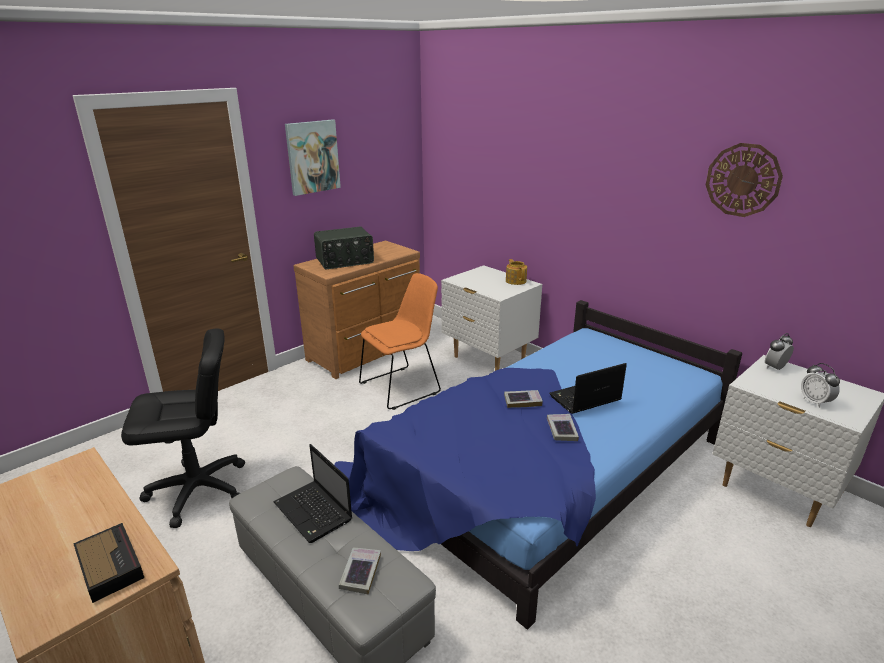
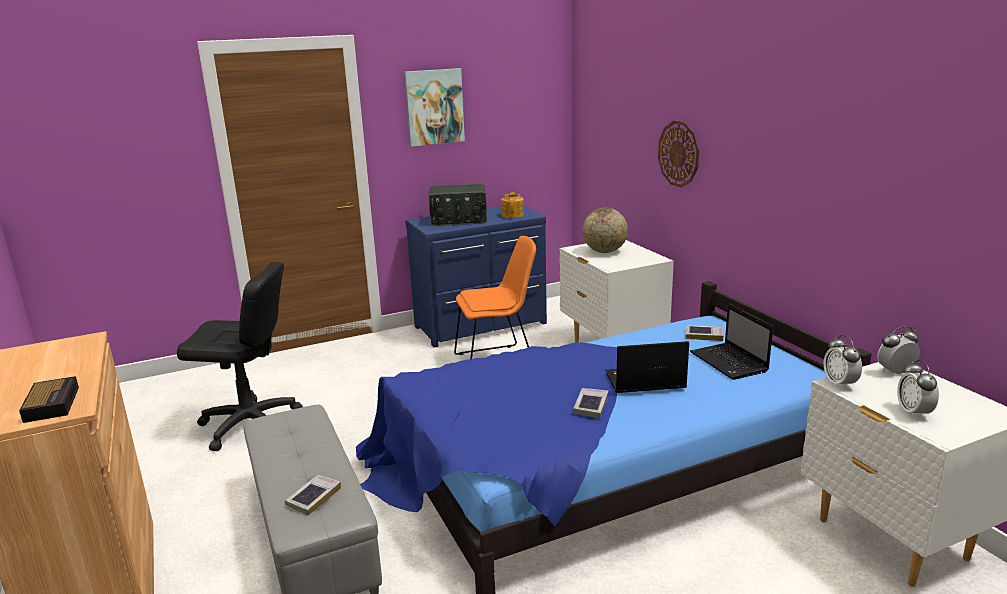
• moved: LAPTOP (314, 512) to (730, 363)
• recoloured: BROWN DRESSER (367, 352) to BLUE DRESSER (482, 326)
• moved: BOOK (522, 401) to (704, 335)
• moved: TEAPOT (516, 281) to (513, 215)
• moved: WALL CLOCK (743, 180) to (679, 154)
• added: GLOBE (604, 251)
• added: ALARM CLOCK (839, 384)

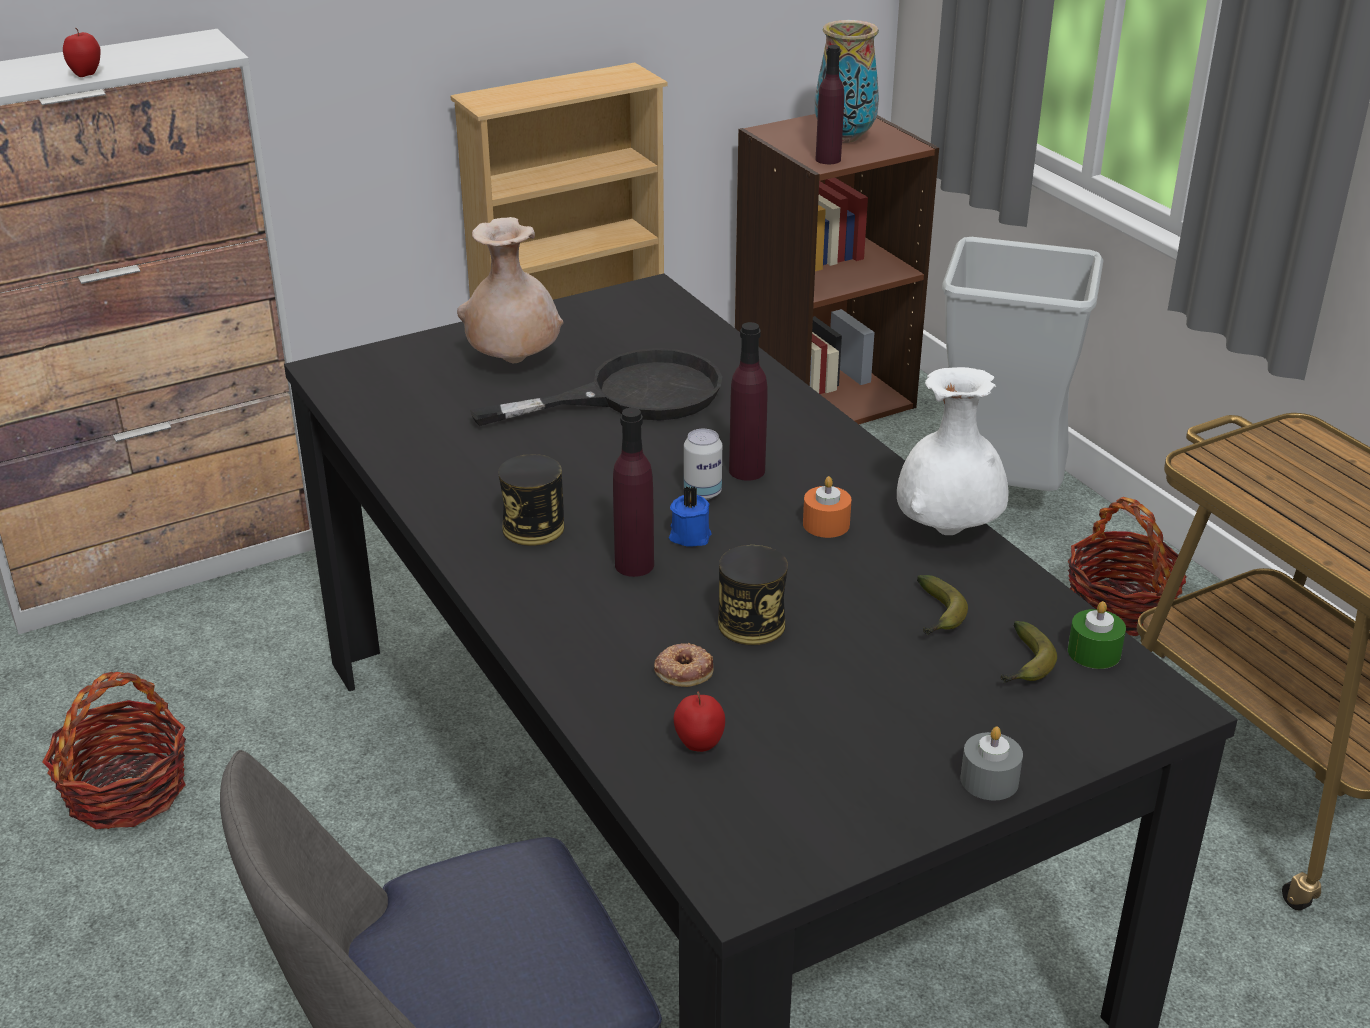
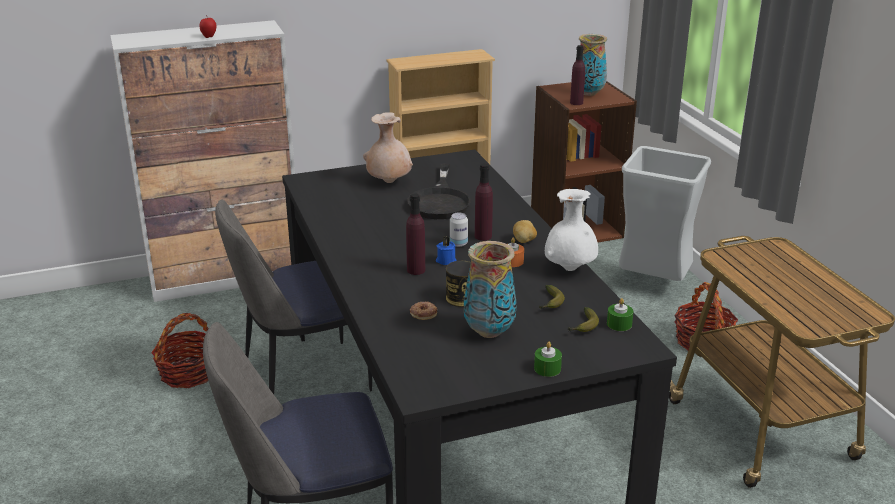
• turned: BLACK FRYING PAN (632, 395) = (440, 201) 105 degrees clockwise
• removed: CAN (533, 528)
• removed: APPLE (699, 746)
• recoloured: GREY CANDLE (989, 780) to GREEN CANDLE (547, 368)
• added: CHAIR (302, 378)
• added: VASE (489, 332)
• added: POTATO (524, 241)

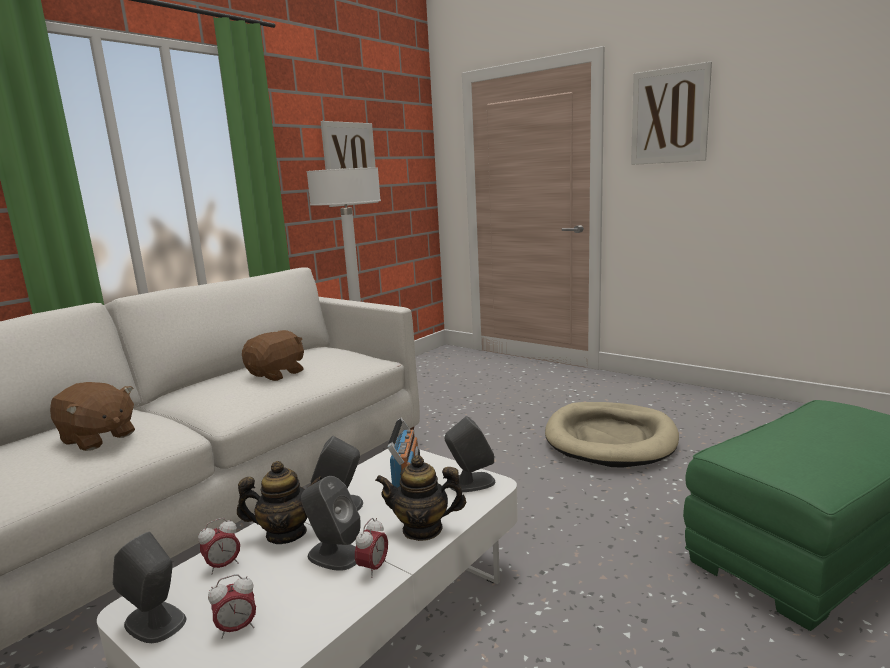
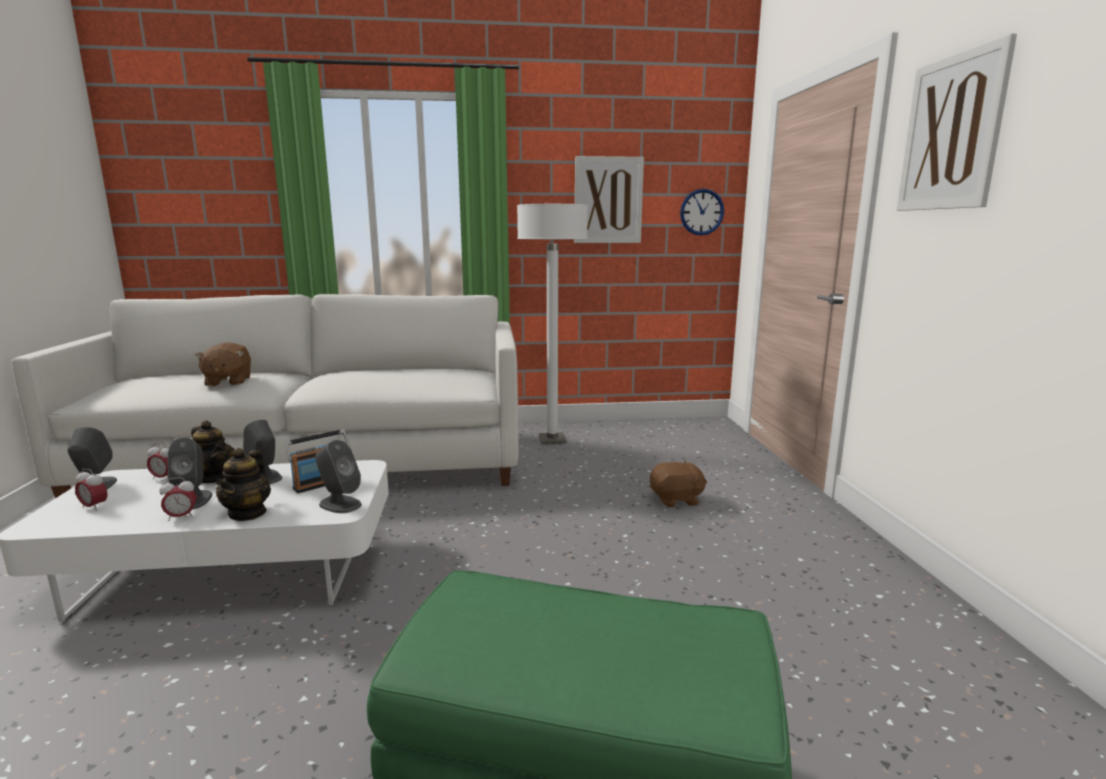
• moved: BROWN PLUSH TOY (277, 374) to (676, 500)
• turned: TEAPOT (423, 529) = (248, 513) 135 degrees counterclockwise
• removed: BEIGE DOG BED (610, 439)
• added: WALL CLOCK (701, 212)

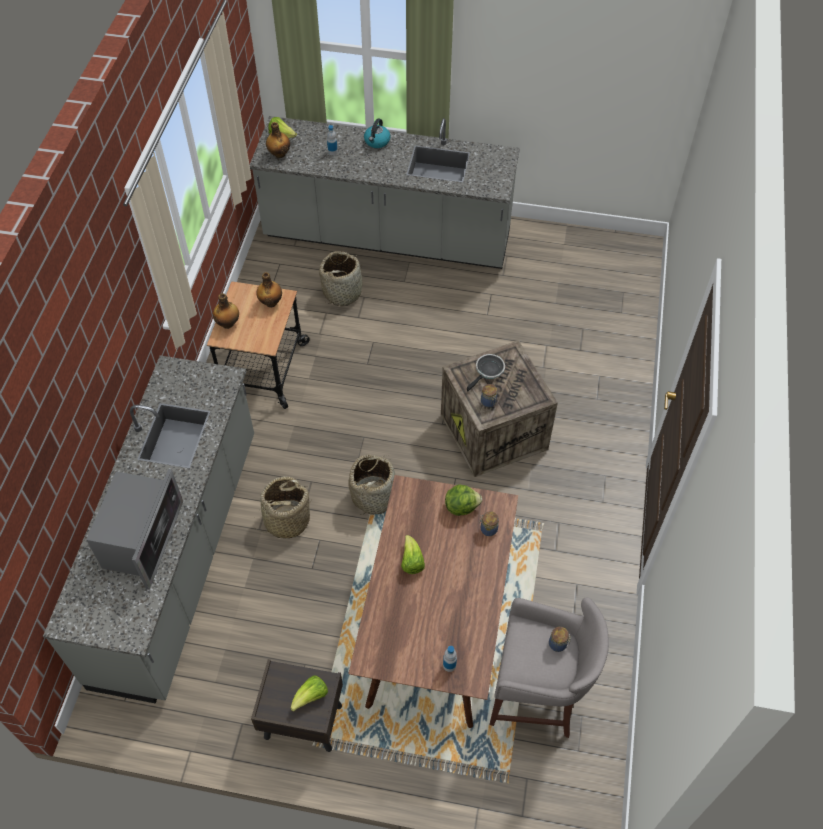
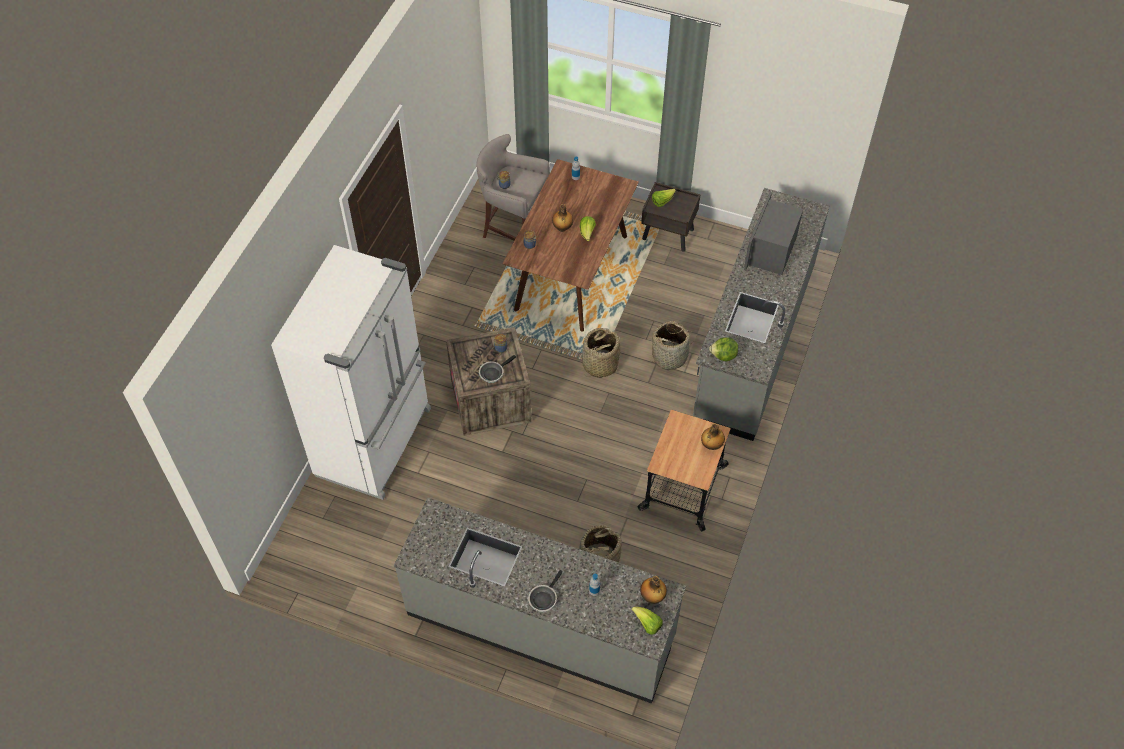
• moved: BOTTLE (271, 302) to (562, 228)
• replaced: KETTLE (377, 141) to FRYING PAN (543, 598)
• moved: LETTUCE (461, 506) to (723, 356)
• added: WHITE FRIDGE (376, 442)

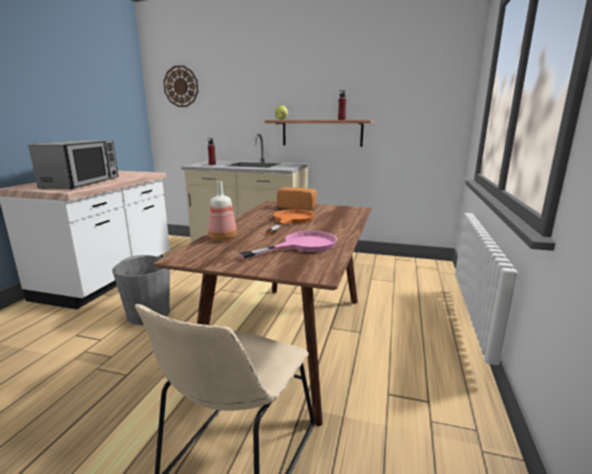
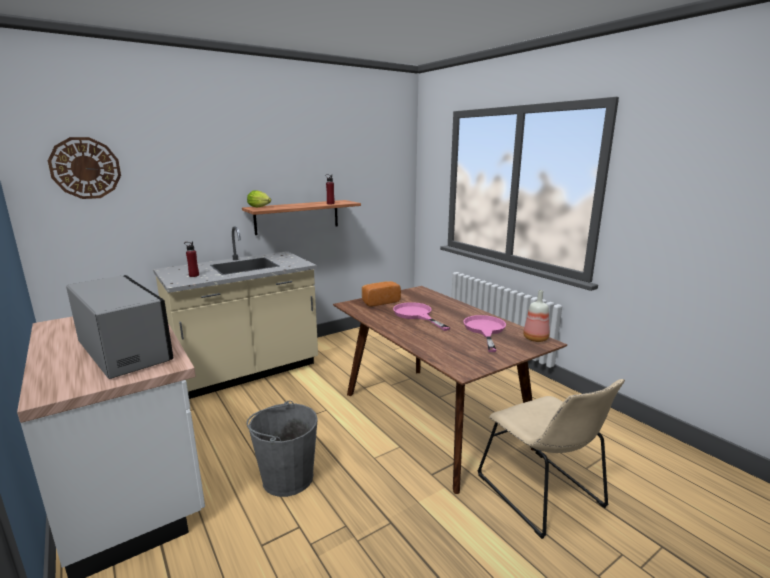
• moved: BOTTLE (223, 238) to (536, 339)
• recoloured: ORANGE FRYING PAN (290, 220) to PINK FRYING PAN (416, 315)

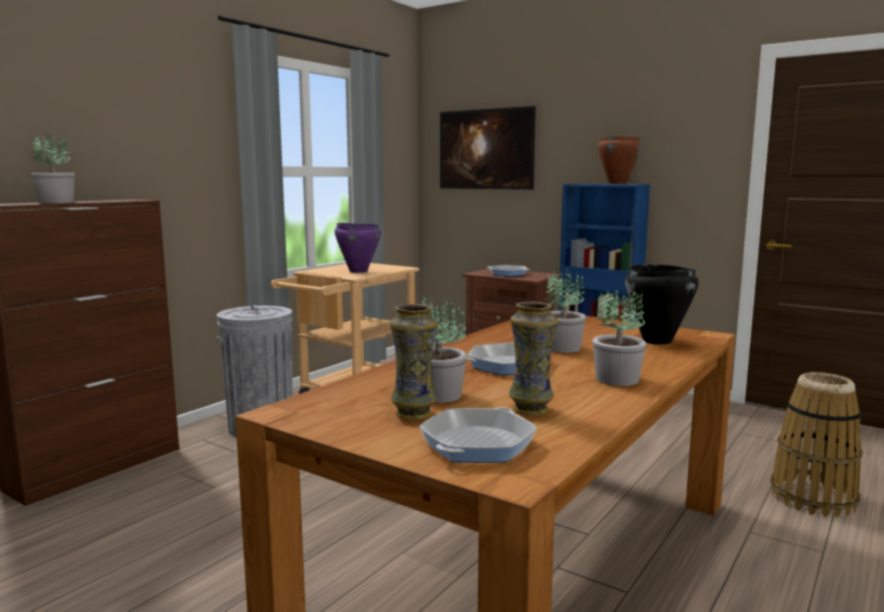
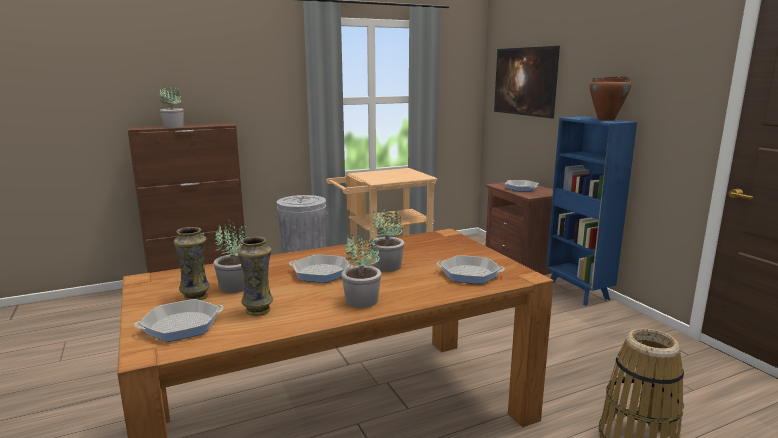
• removed: PURPLE COOKING POT (358, 271)
• replaced: BLACK COOKING POT (656, 341) to FRYING PAN (469, 274)

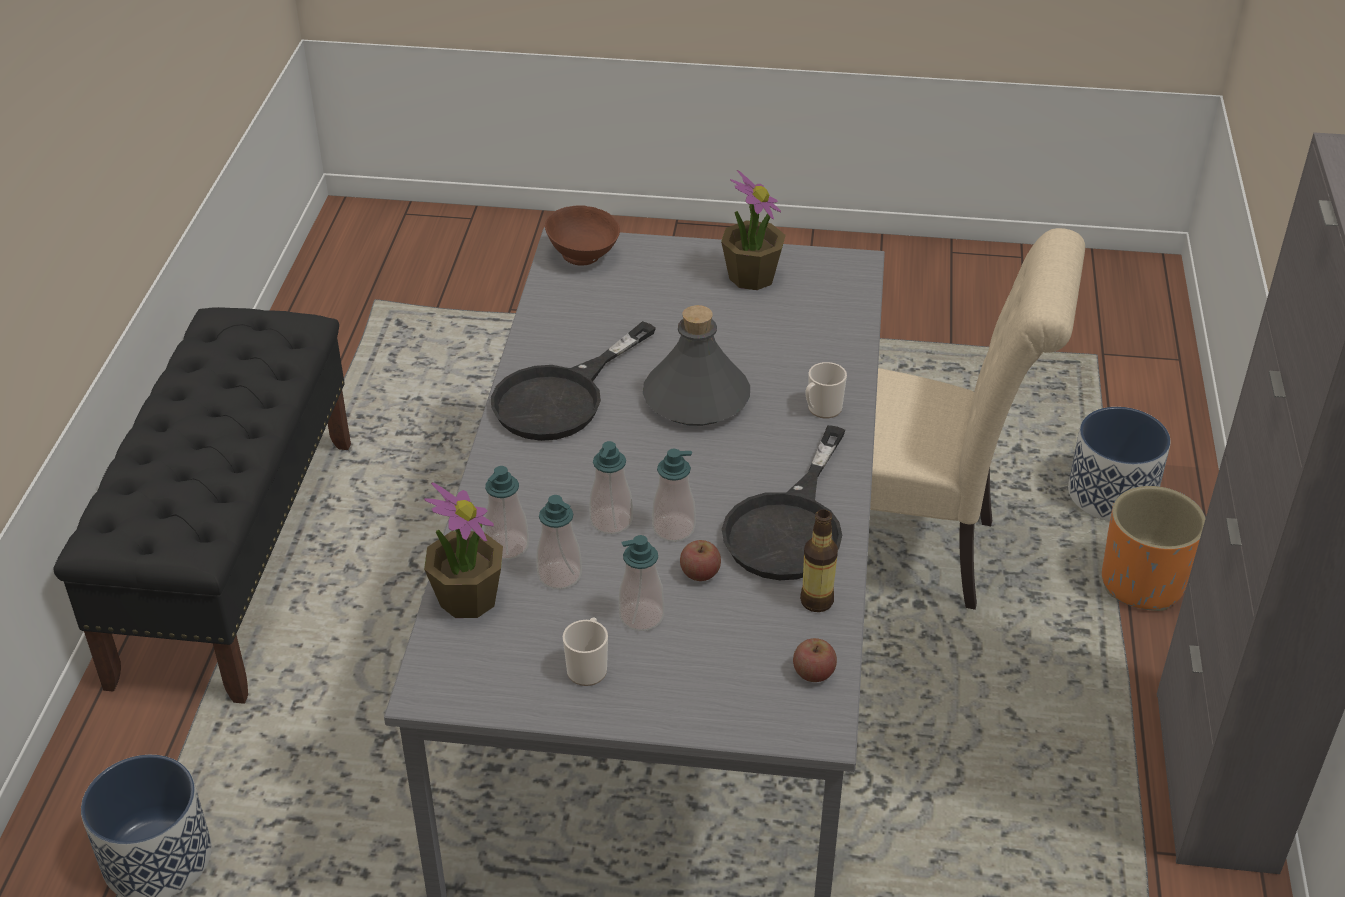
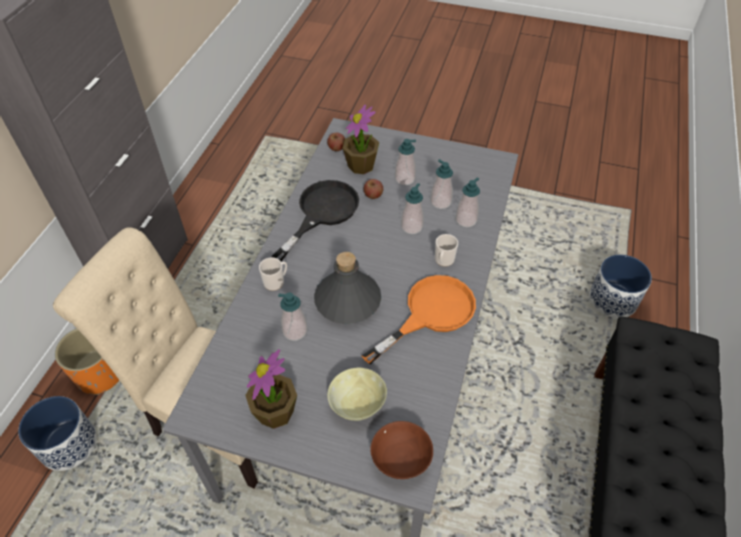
• moved: POTTED PLANT (468, 598) to (361, 165)
• recoloured: BLACK FRYING PAN (561, 397) to ORANGE FRYING PAN (430, 313)
• moved: MUG (588, 667) to (443, 261)
• moved: SOAP DISPENSER (673, 528) to (295, 331)
• removed: BOTTLE (816, 601)
• added: BEIGE BOWL (357, 404)

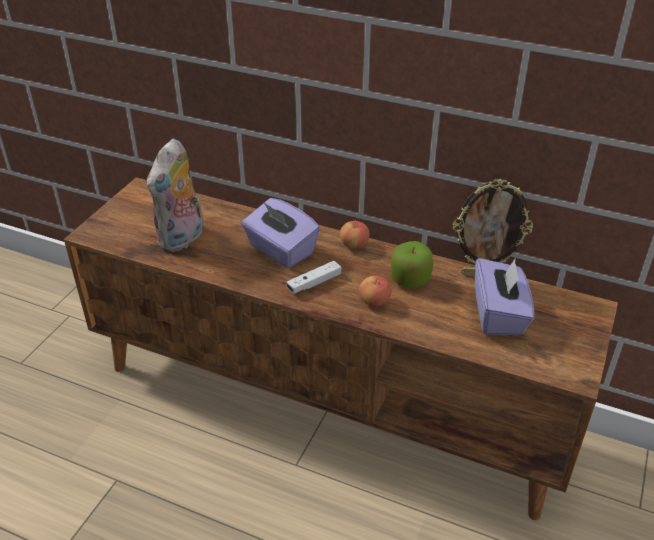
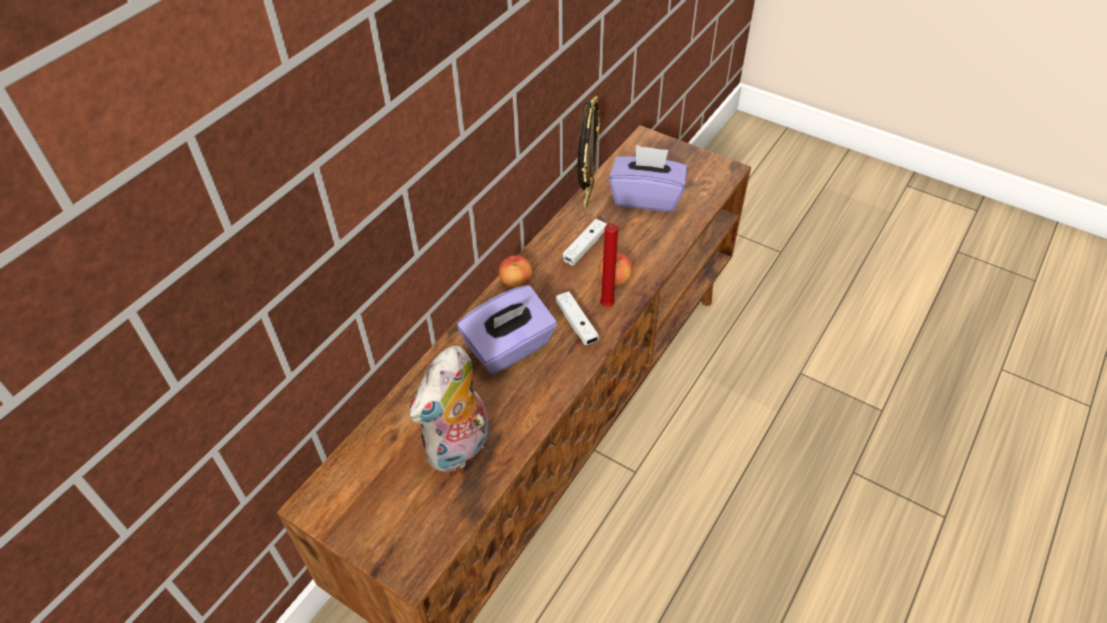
• turned: PLUSH TOY (182, 239) = (460, 449) 90 degrees clockwise
• replaced: APPLE (410, 279) to WHITE GAME CONTROLLER (585, 247)
• added: RED CANDLE (605, 304)

